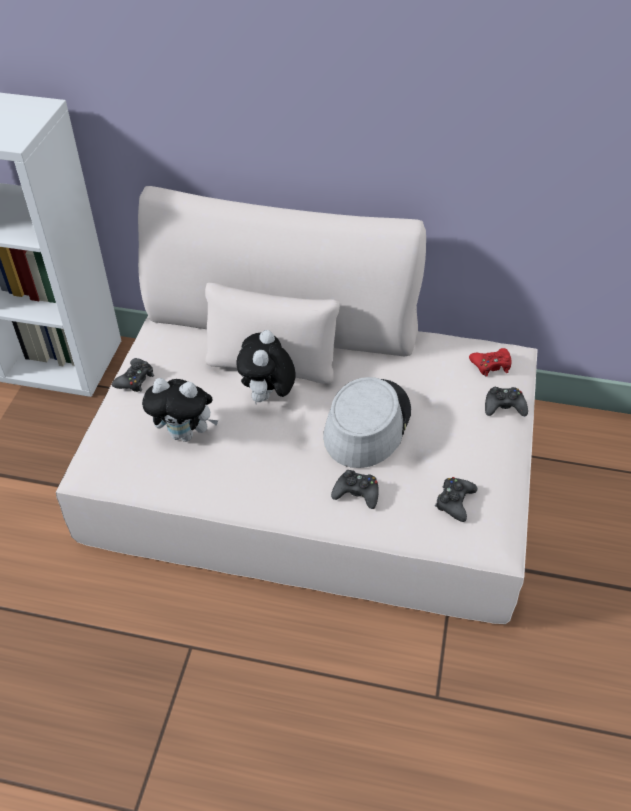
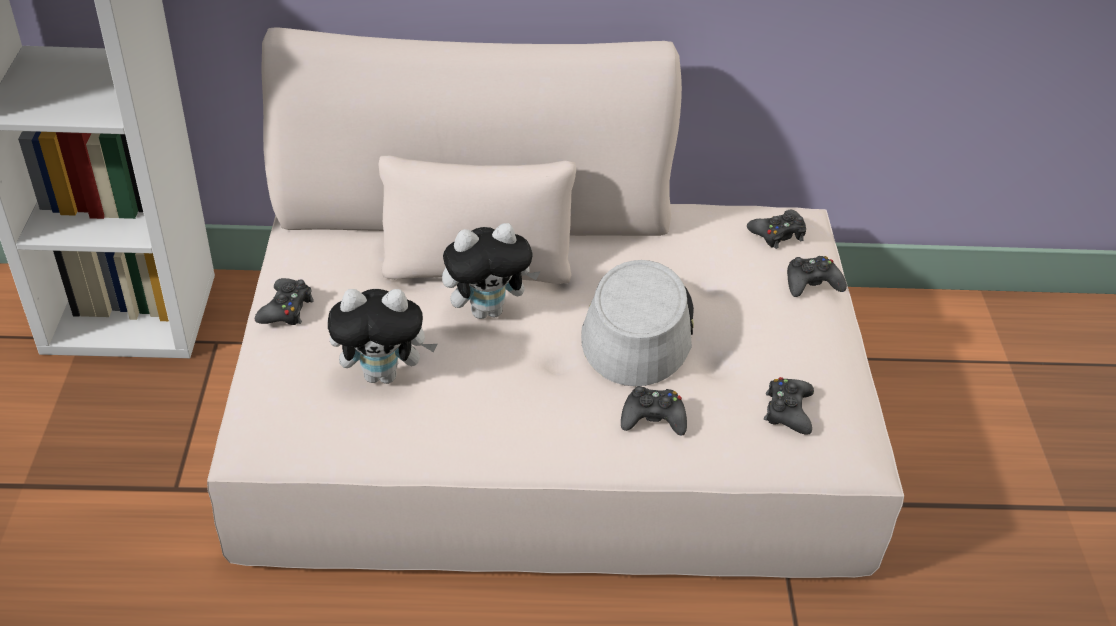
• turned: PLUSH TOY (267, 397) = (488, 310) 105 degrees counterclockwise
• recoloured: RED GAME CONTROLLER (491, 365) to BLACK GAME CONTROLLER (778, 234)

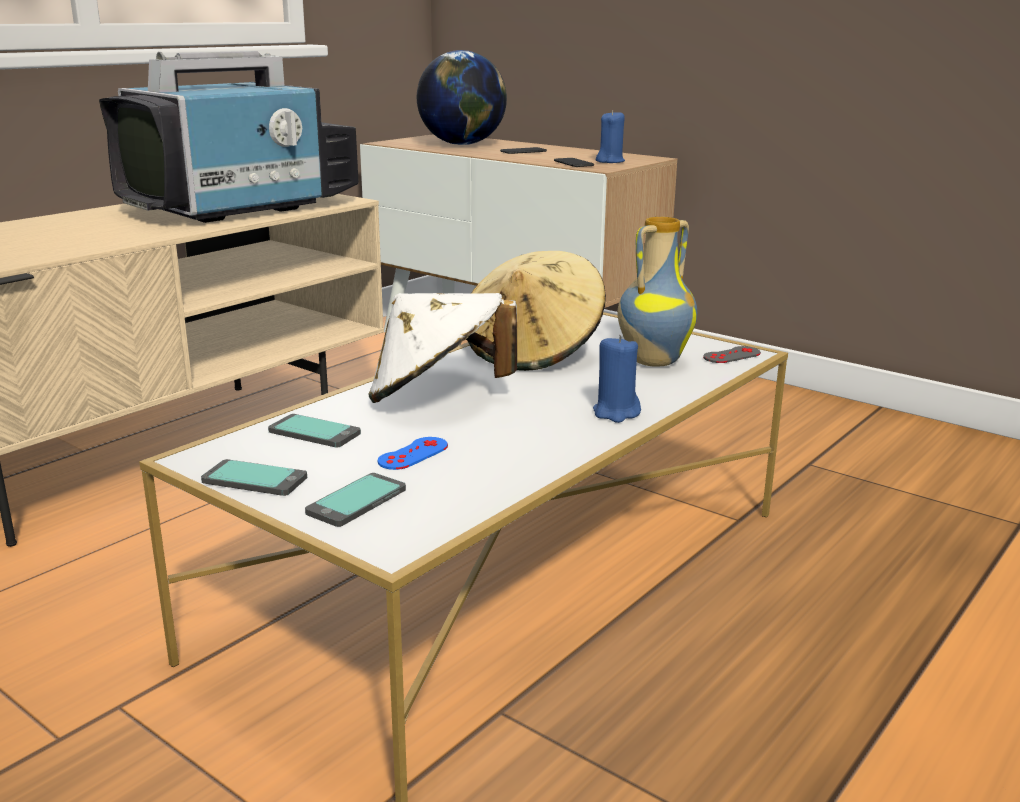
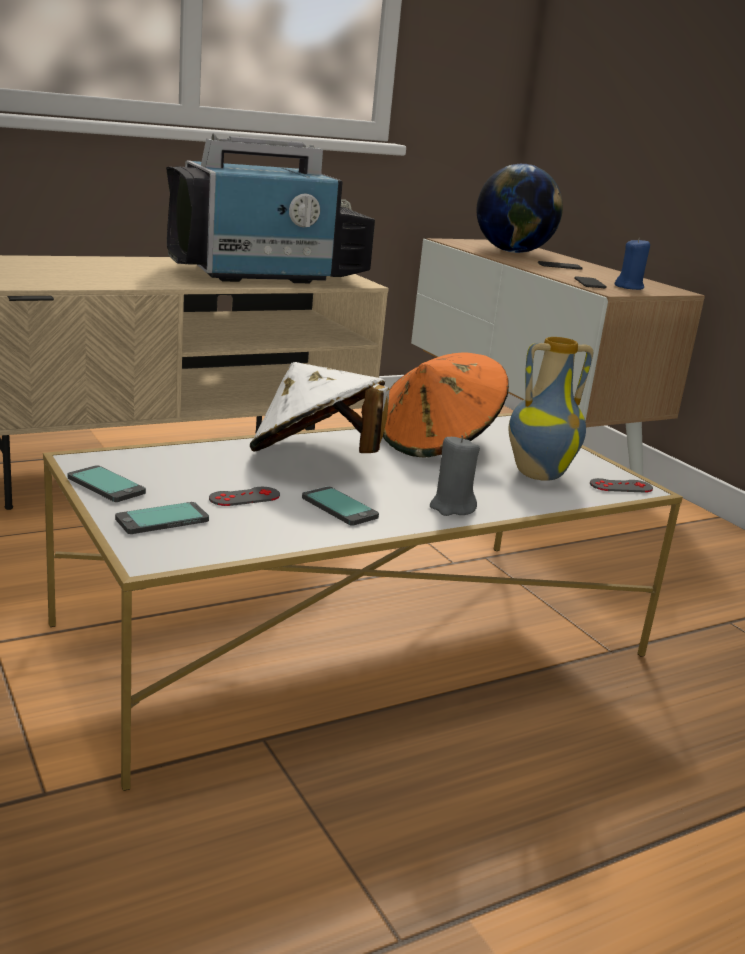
• moved: PHONE (315, 432) to (340, 507)
• recoloured: BLUE GAME CONTROLLER (413, 454) to GREY GAME CONTROLLER (244, 497)
• recoloured: BEIGE HAT (533, 352) to ORANGE HAT (437, 443)
• recoloured: BLUE CANDLE (616, 413) to GREY CANDLE (452, 507)

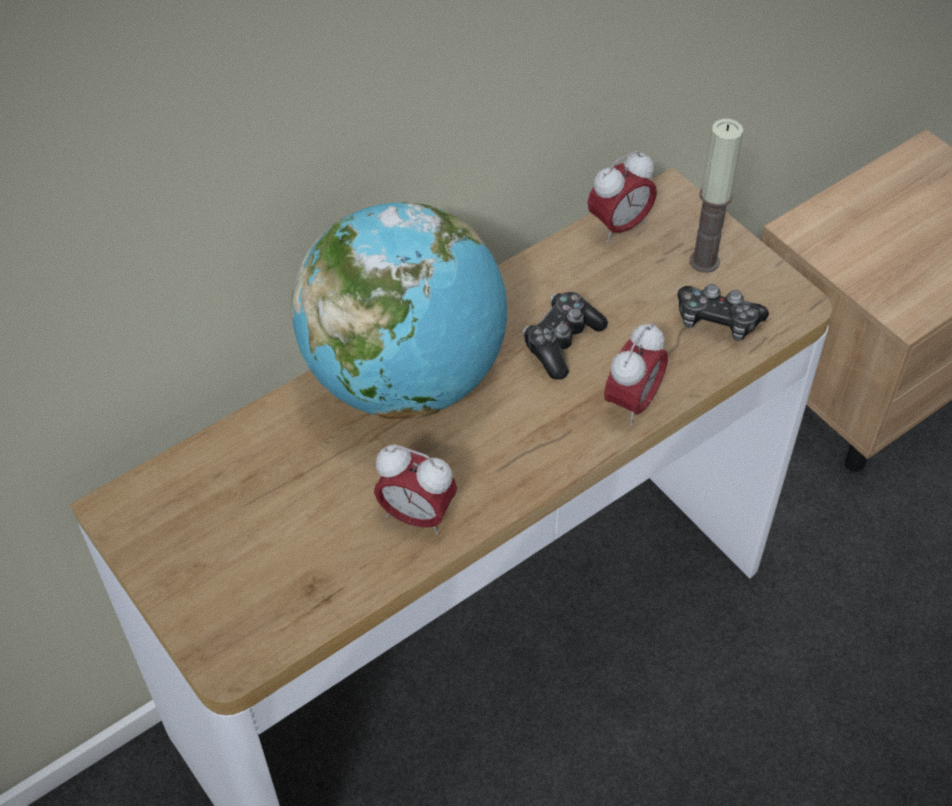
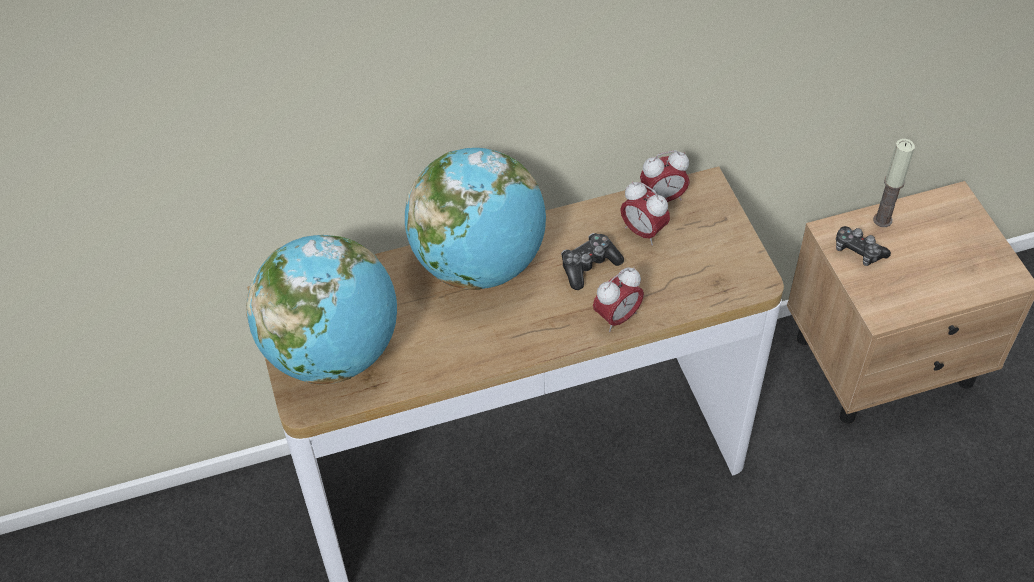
• moved: ALARM CLOCK (416, 515) to (643, 232)
• moved: GAME CONTROLLER (717, 321) to (858, 251)
• moved: CANDLE (704, 261) to (882, 220)
• added: GLOBE (333, 352)

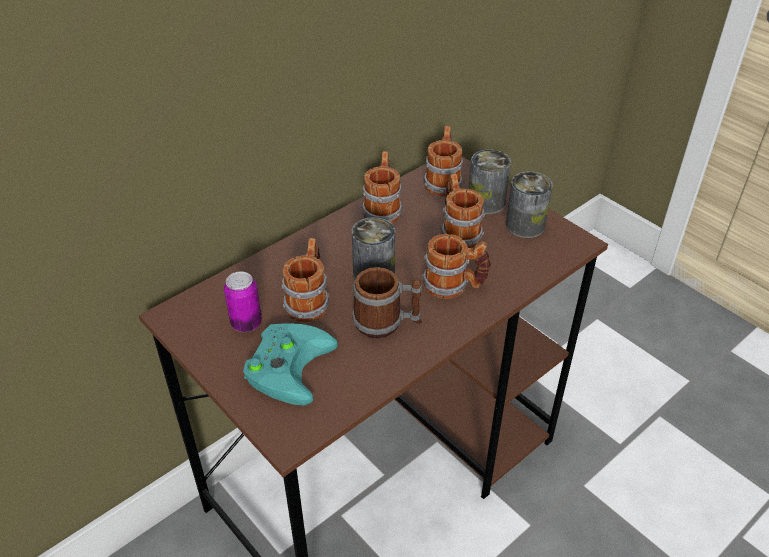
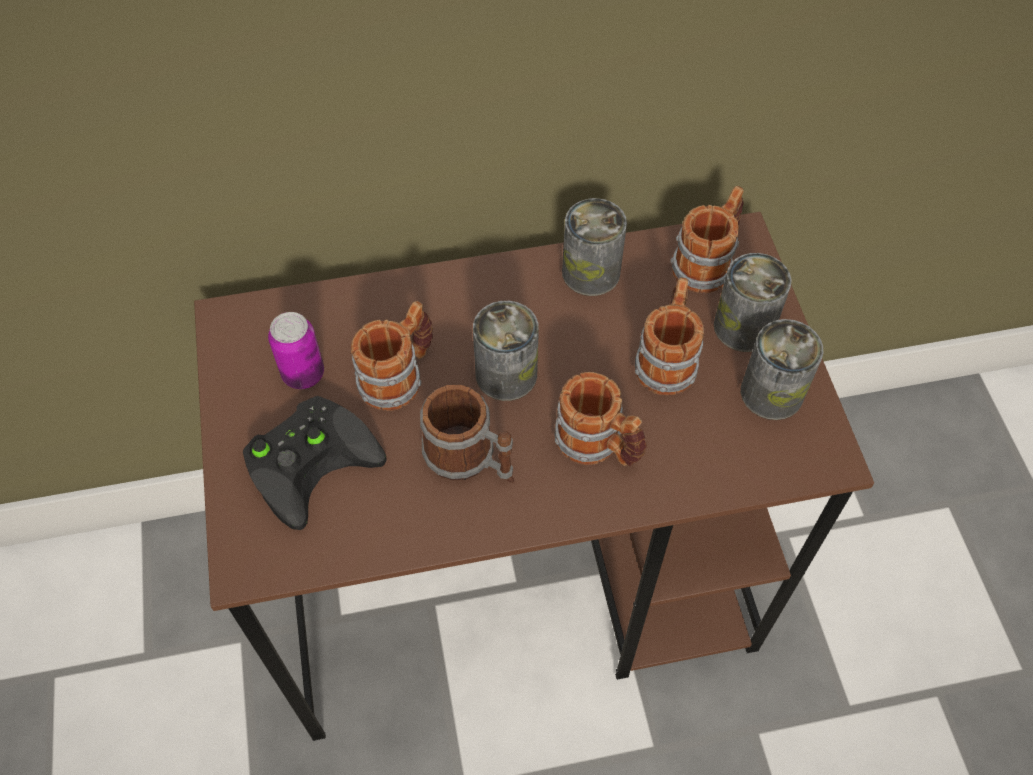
• recoloured: TURQUOISE GAME CONTROLLER (287, 363) to BLACK GAME CONTROLLER (312, 458)
• replaced: MUG (383, 208) to CAN (591, 272)

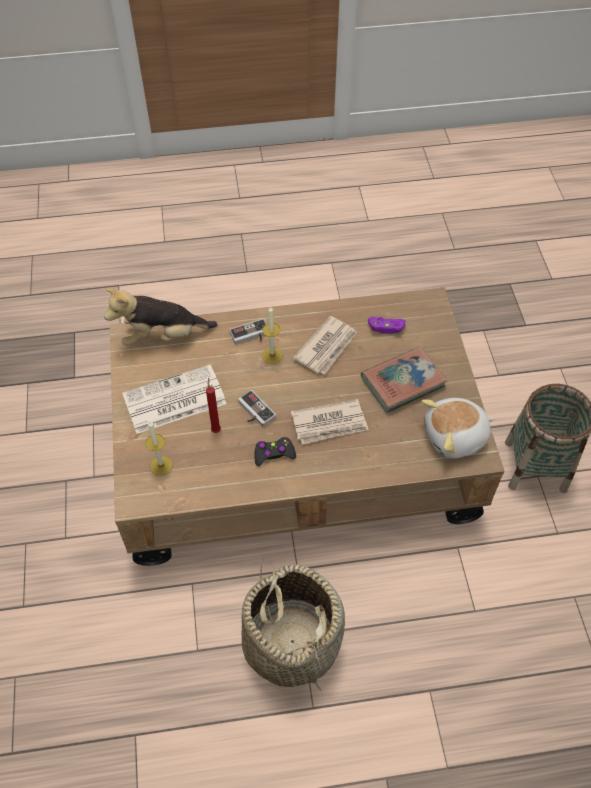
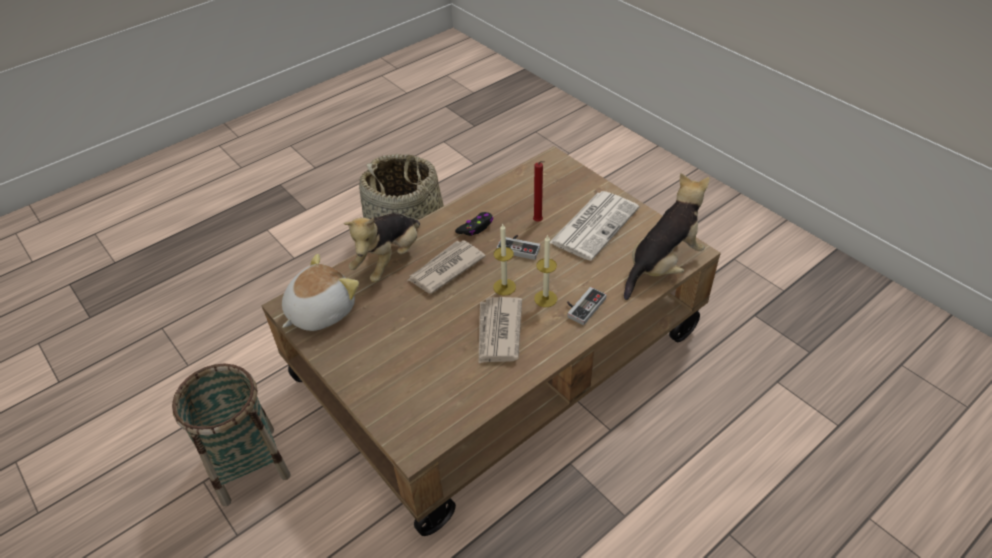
• moved: CANDLE (161, 465) to (504, 287)
• removed: BOOK (402, 382)
• removed: PURPLE GAME CONTROLLER (386, 327)
• added: PLUSH TOY (389, 260)

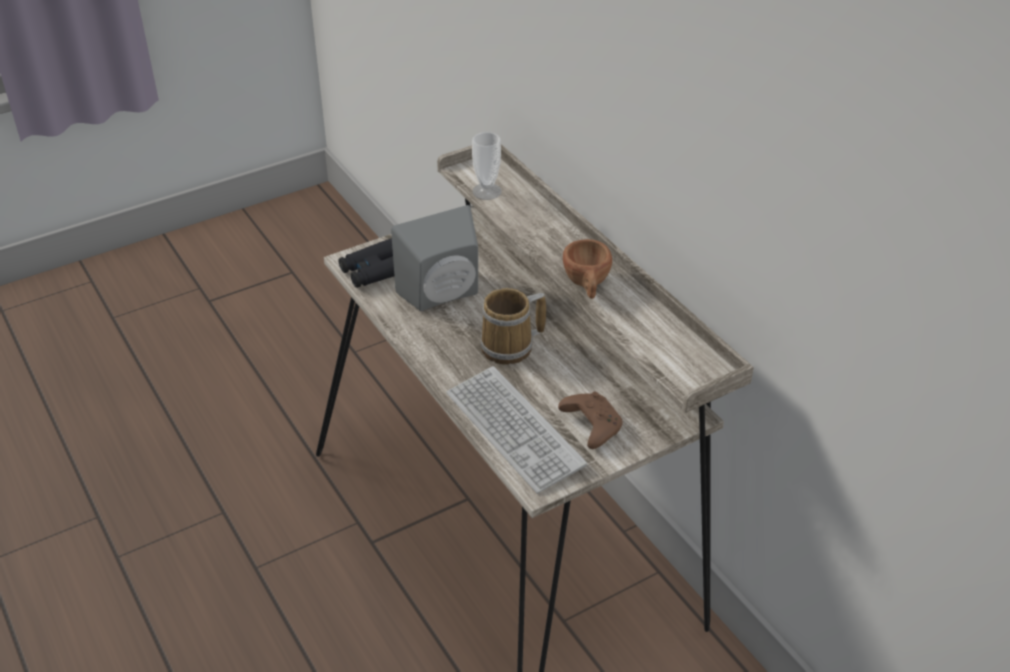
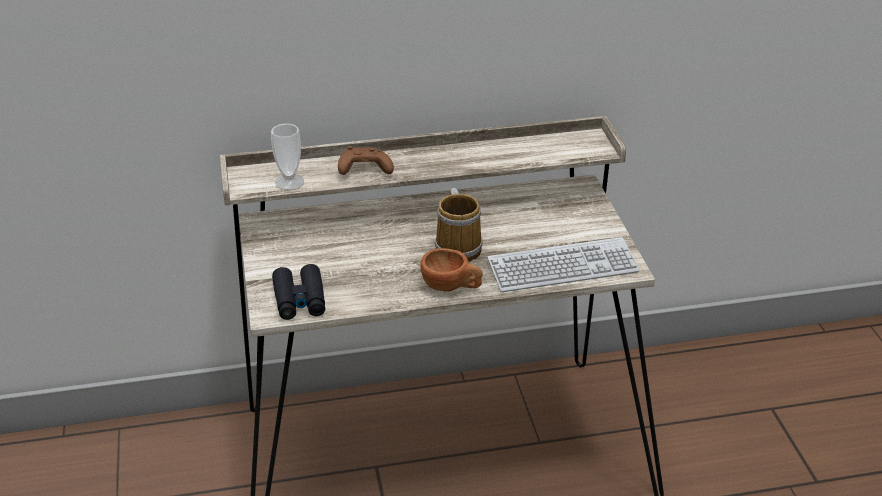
• removed: GREY SPEAKER (443, 296)
• moved: BROWN GAME CONTROLLER (590, 425) to (363, 170)
• moved: BROWN CUP (587, 285) to (451, 287)

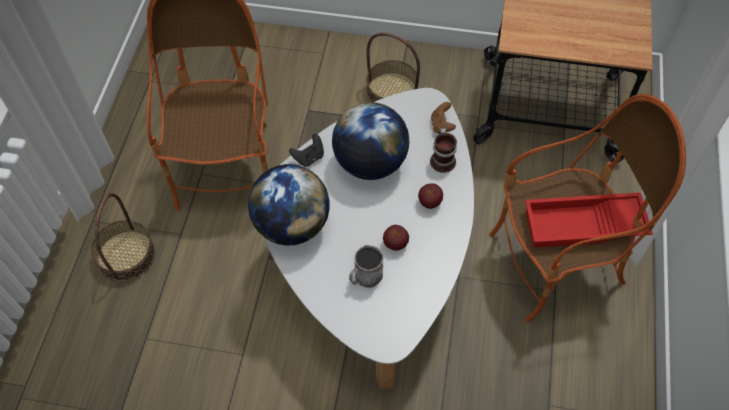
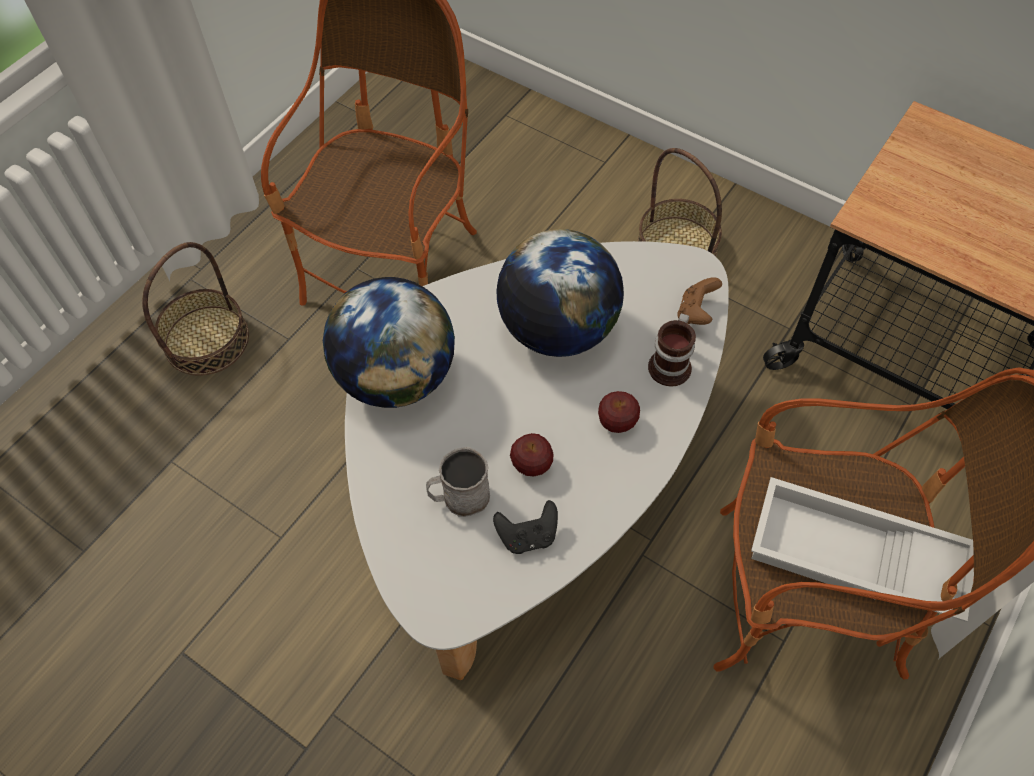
• moved: BLACK GAME CONTROLLER (309, 157) to (528, 536)
• recoloured: RED TRAY (583, 226) to WHITE TRAY (853, 559)

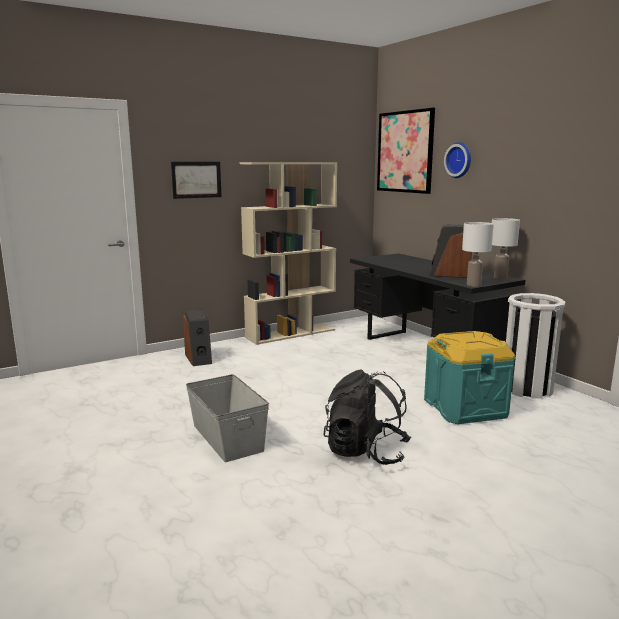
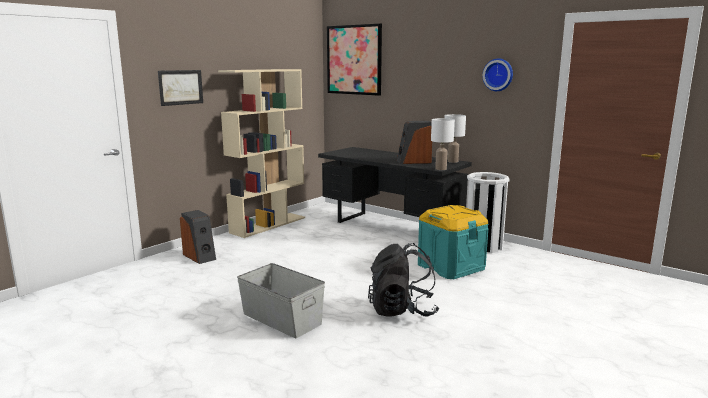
• moved: WALL CLOCK (459, 160) to (498, 74)

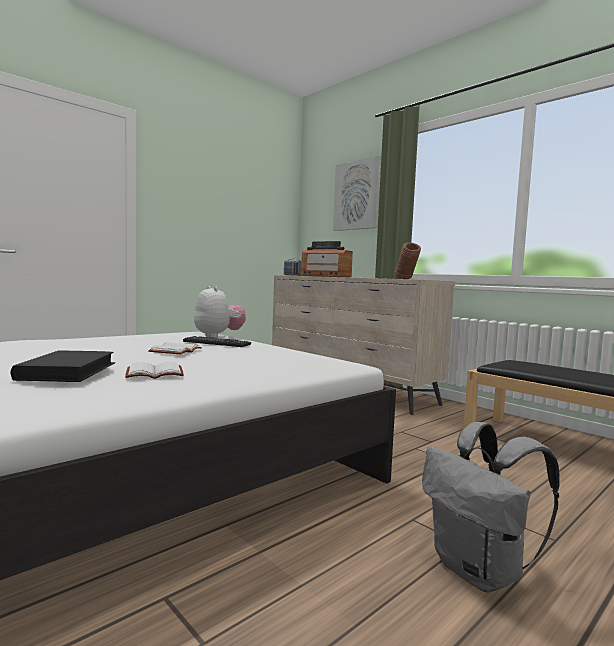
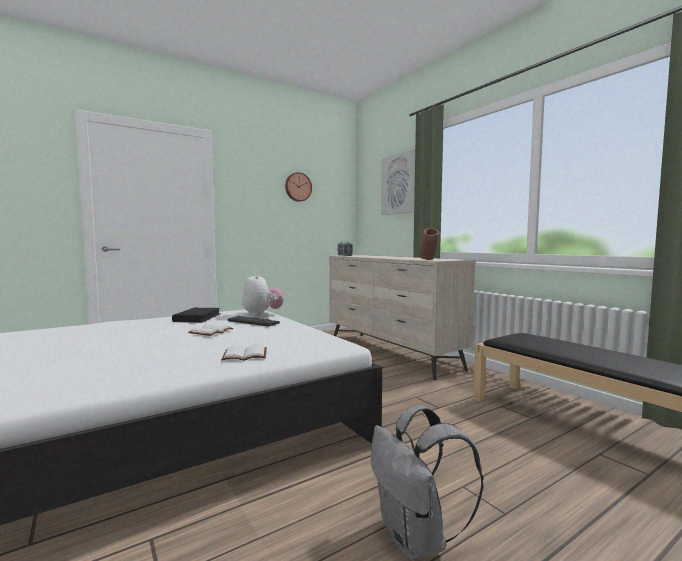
• moved: BLACK BOOK (68, 371) to (197, 318)
• moved: WHITE BOOK (155, 373) to (246, 355)
• removed: RADIO (325, 276)
• added: WALL CLOCK (298, 187)

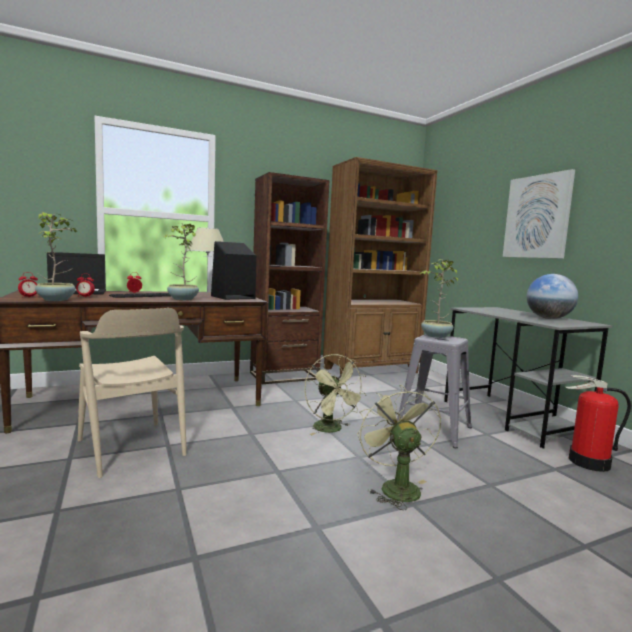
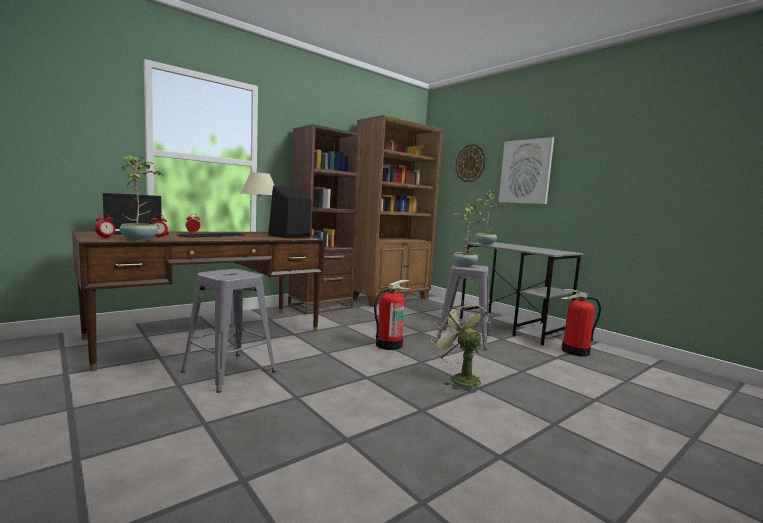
• replaced: BEIGE CHAIR (131, 447) to GREY STOOL (229, 372)
• moved: POTTED PLANT (182, 299) to (485, 243)
• replaced: GREEN FAN (332, 430) to FIRE EXTINGUISHER (389, 345)
• removed: GLOBE (549, 318)
• added: WALL CLOCK (470, 163)

